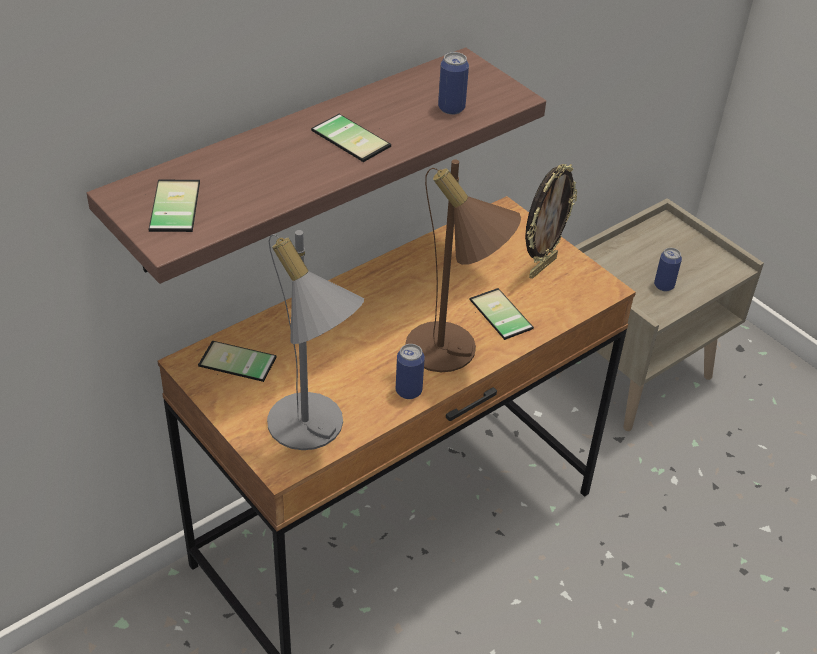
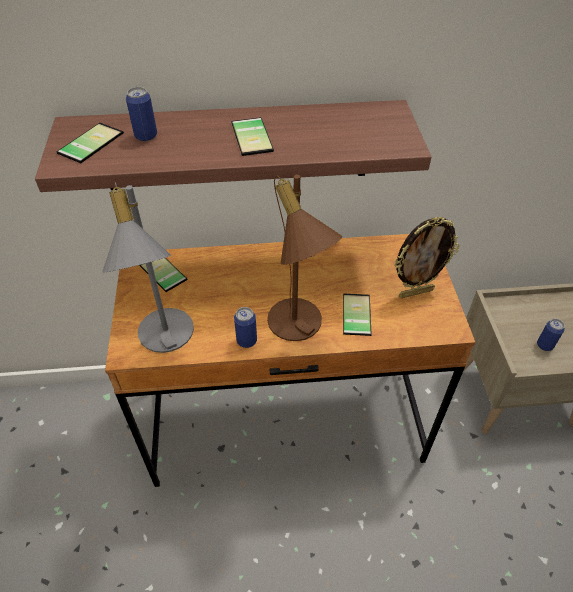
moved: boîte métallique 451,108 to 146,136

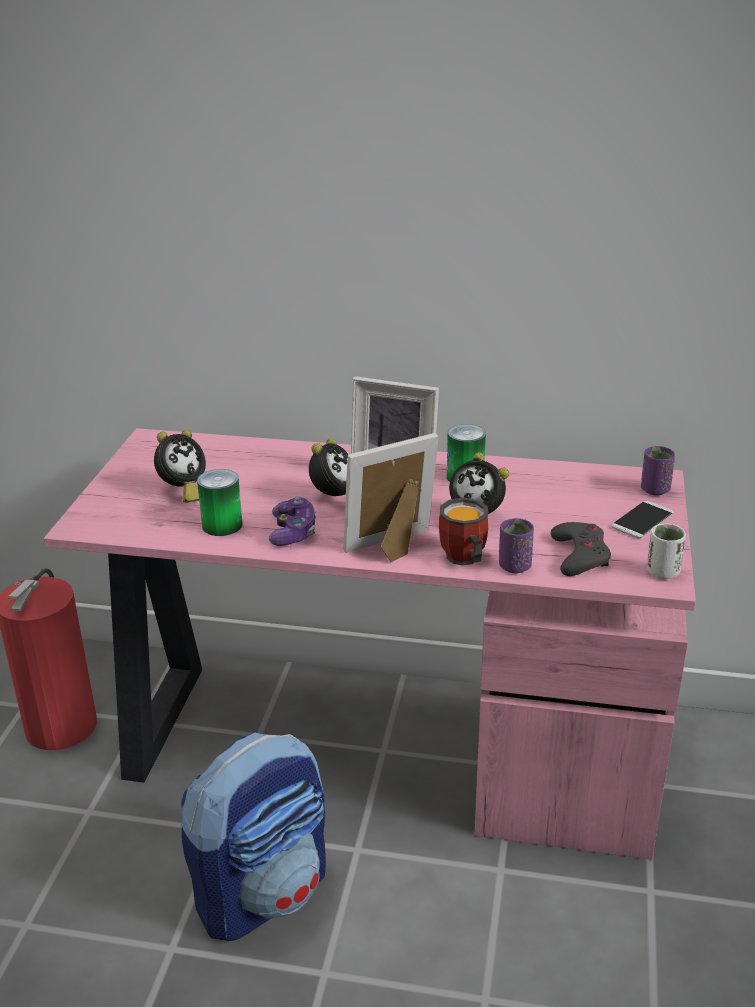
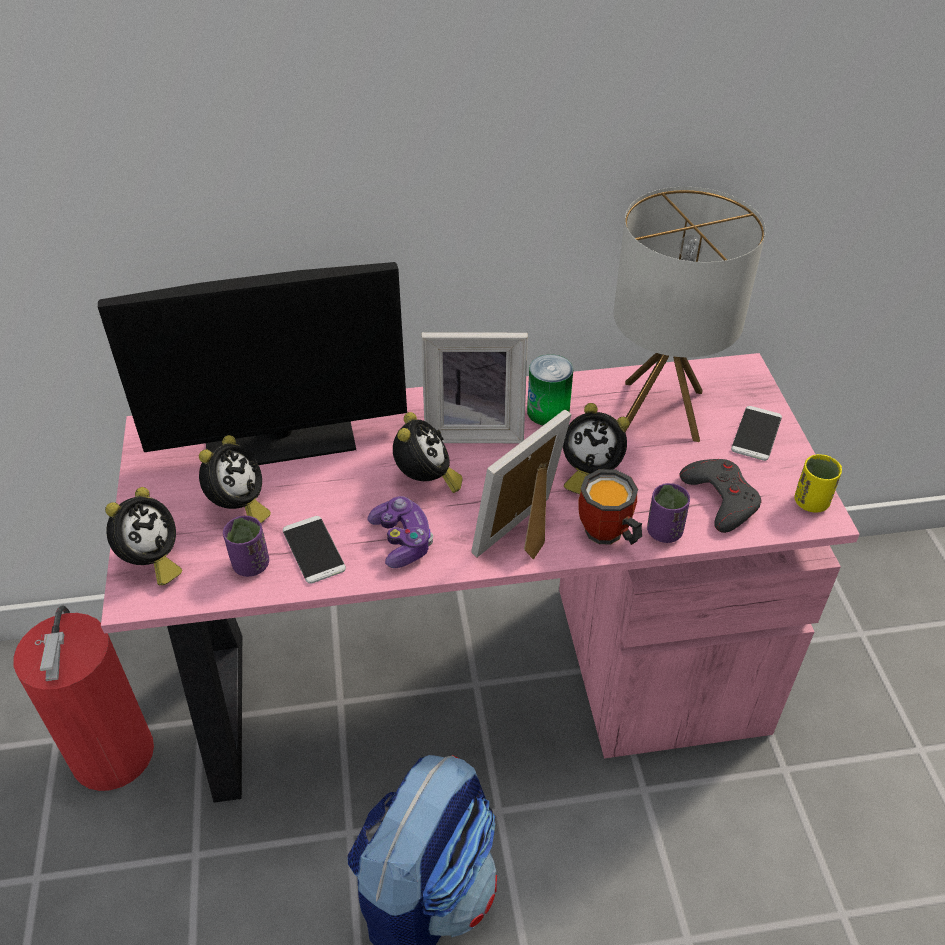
added: lampe de table 661,410; écran d'ordinateur 280,438; réveil 151,562
moved: tasse/violet 655,490 to 251,565
replaced: boîte métallique 222,525 to téléphone 314,550
recoloured: tasse/blanc 662,572 to tasse/jaune 811,502

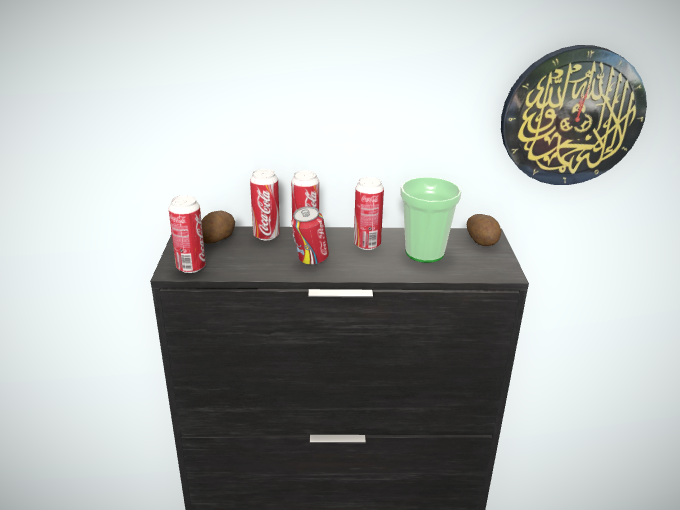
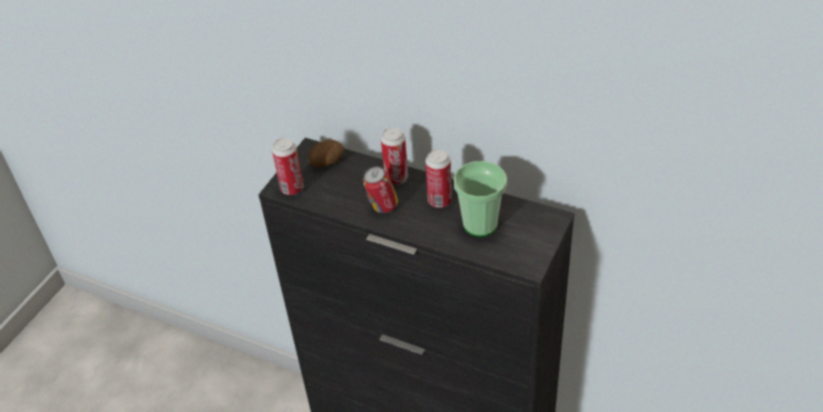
removed: horloge murale 570,116; boîte métallique 266,235; pomme de terre 483,241

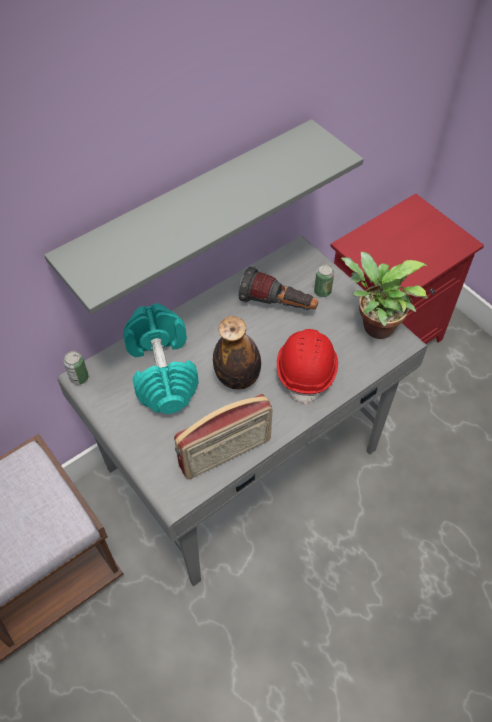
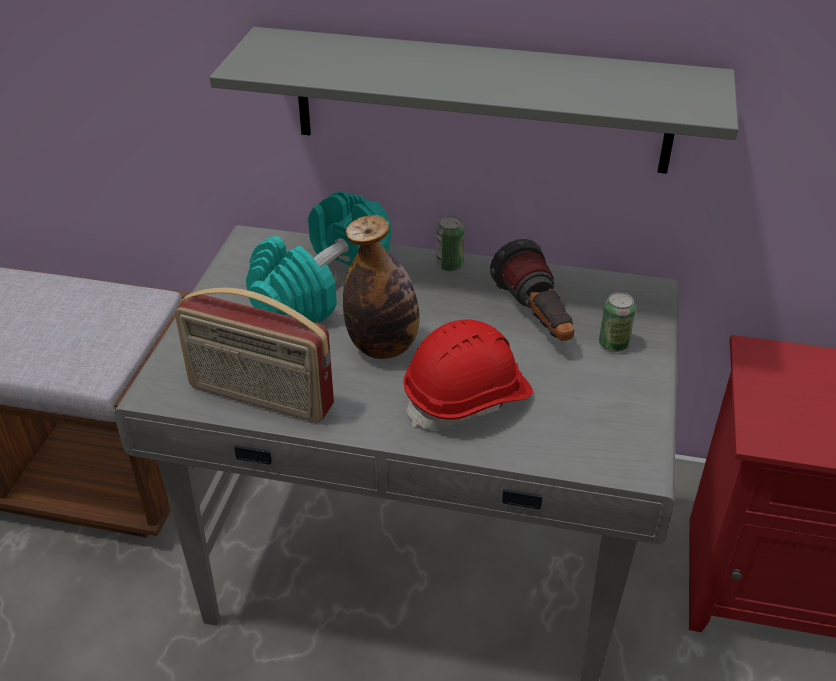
removed: plante en pot 374,327
moved: boîte métallique 79,378 to 449,265

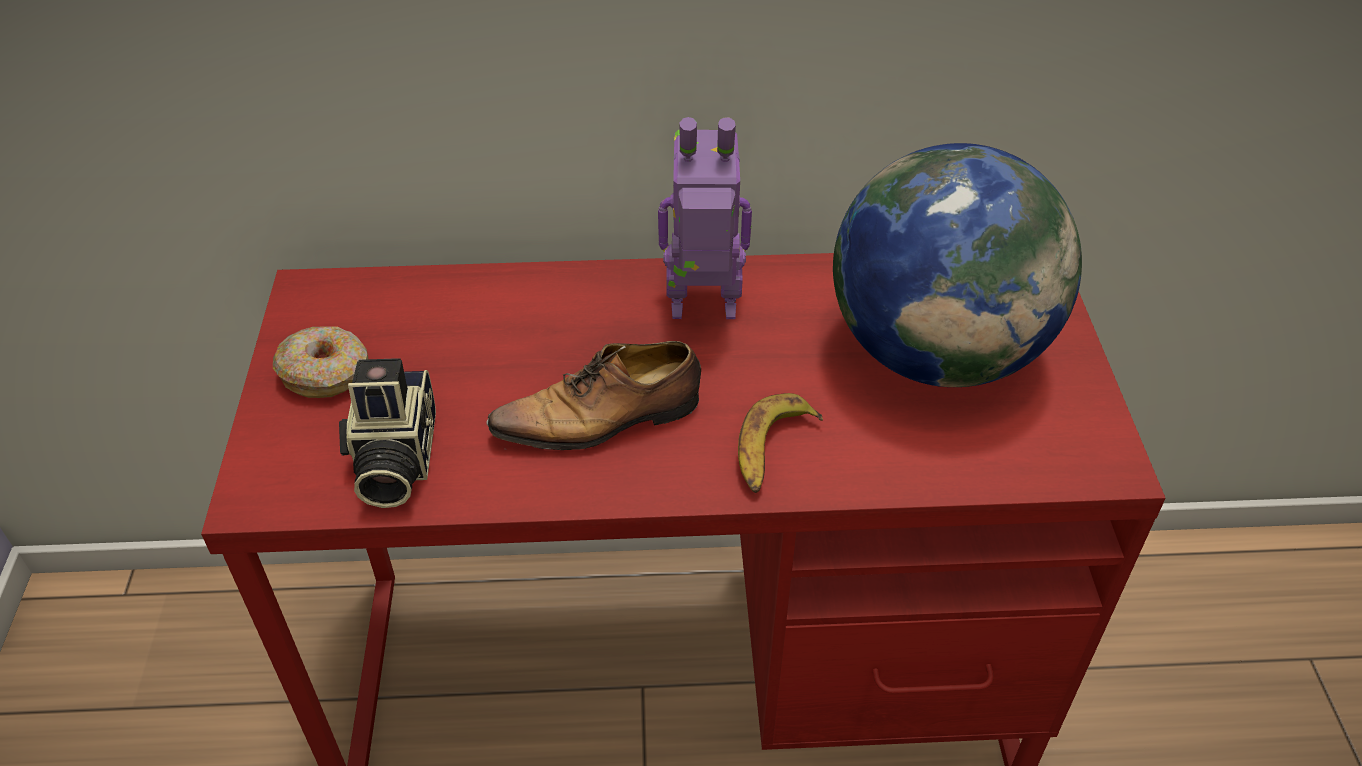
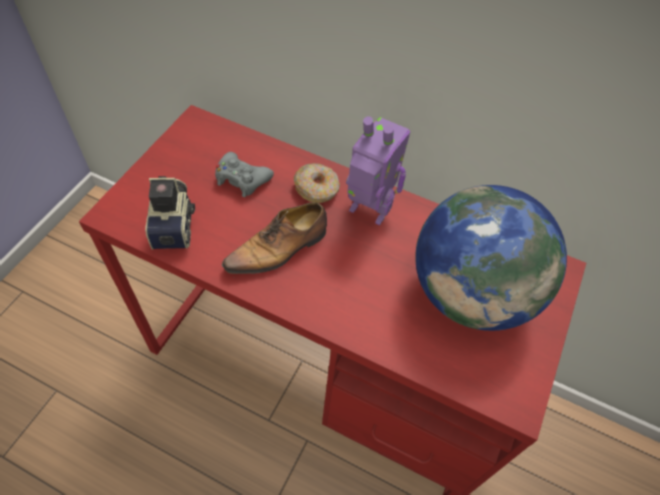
removed: banane 772,450
added: manette/gris 242,179
moved: beignet 326,372 to 317,188
turned: chaussure 603,419 = 279,249 45 degrees counterclockwise; appareil photo 392,460 = 175,224 150 degrees clockwise

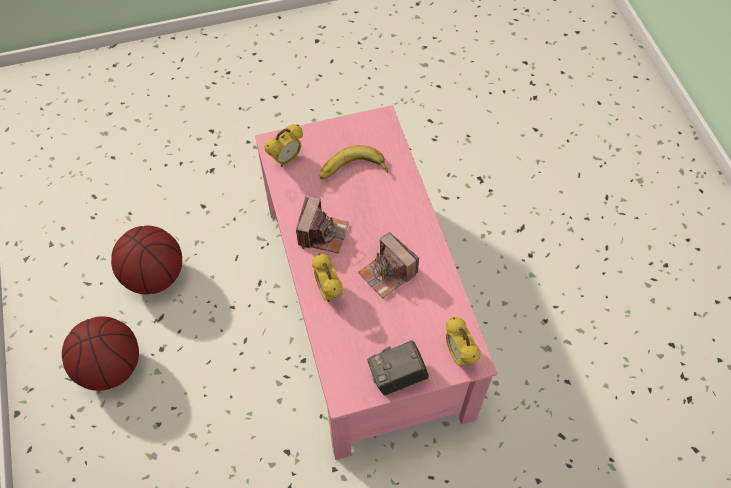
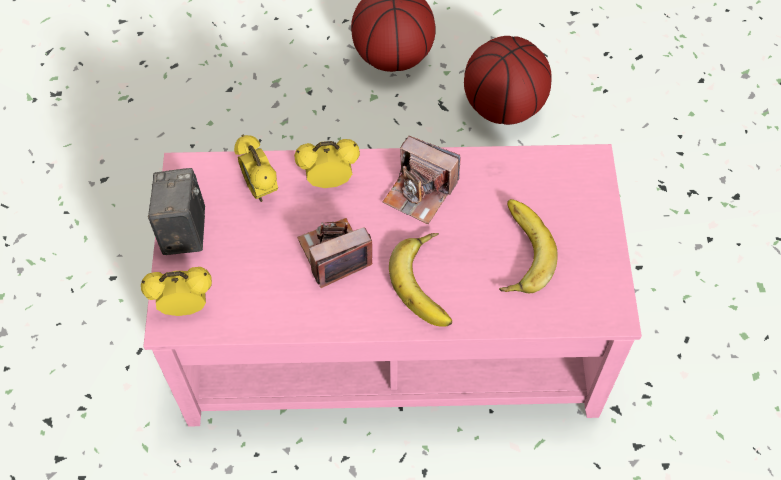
added: banane 430,283
moved: réveil 286,159 to 260,189

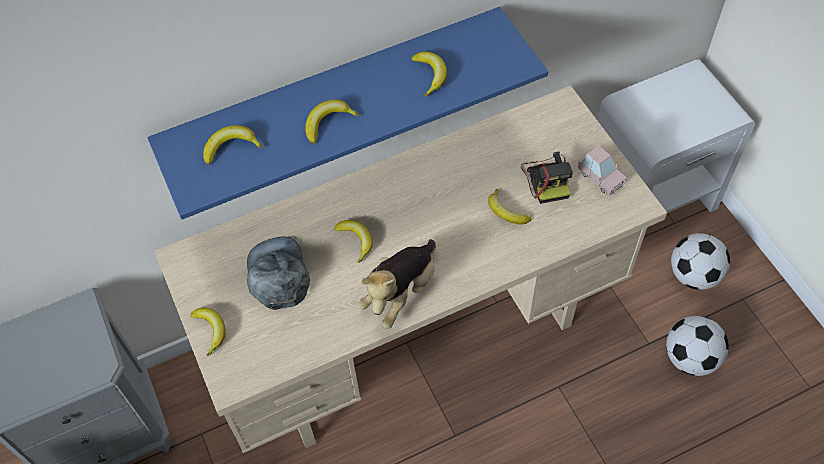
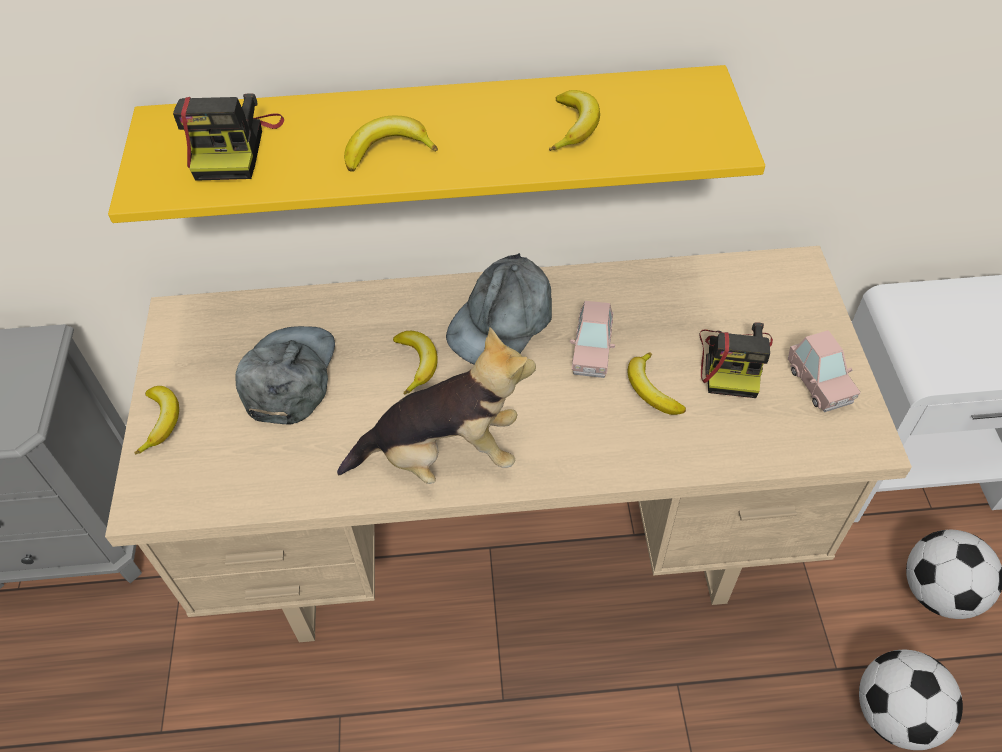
added: casquette/gris 502,321; petite voiture/rose 591,352
replaced: banane 231,147 to appareil photo 234,147
recoloured: étagère/bleu 334,95 to étagère/jaune 438,136
turned: peluche 401,292 = 444,455 150 degrees counterclockwise

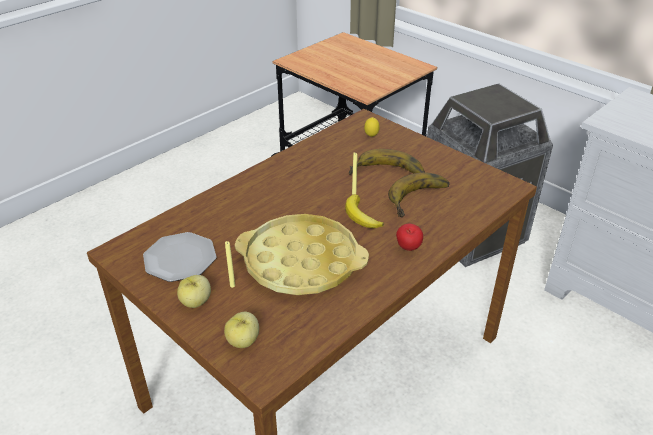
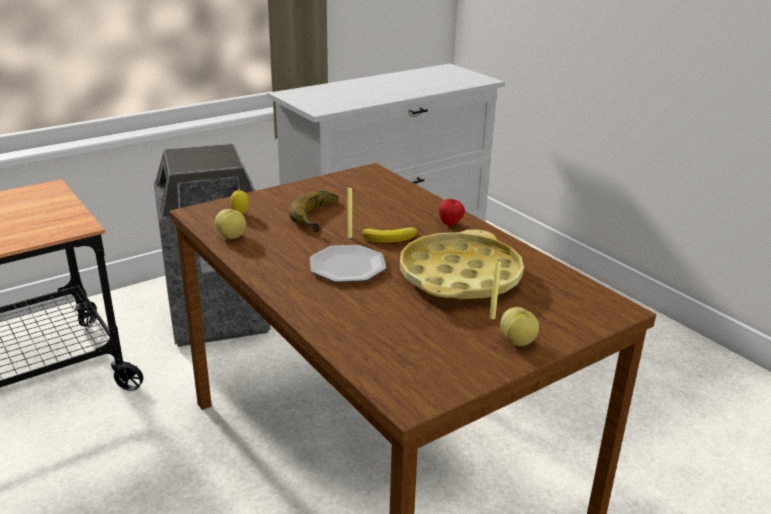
removed: banane 421,200
moved: assiette 179,259 to 348,267; pomme 243,341 to 231,236

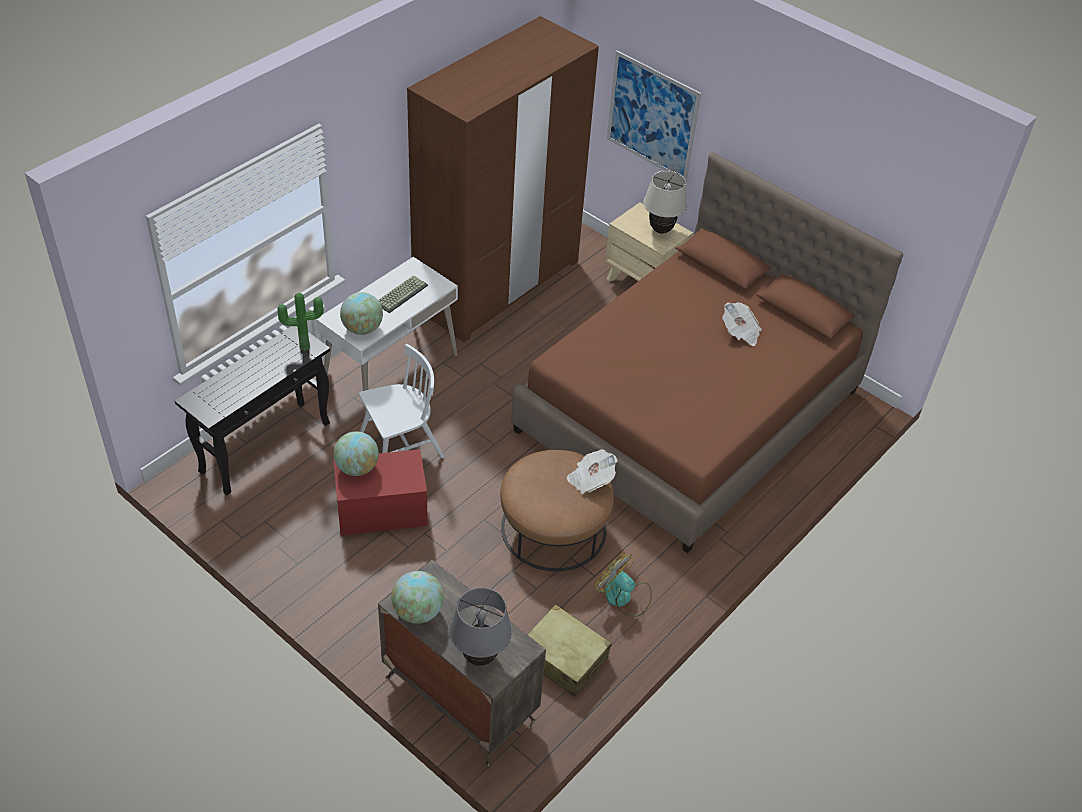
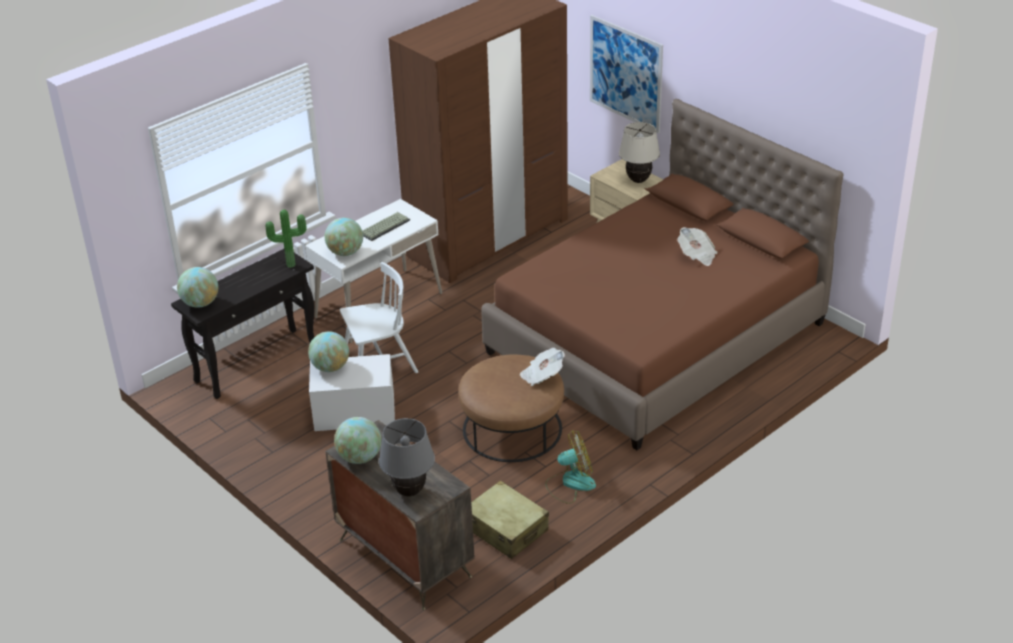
added: globe 200,303
recoloured: boîte de rangement/rouge 381,509 to boîte de rangement/blanc 354,411
turned: ventilateur 623,597 = 570,483 120 degrees clockwise

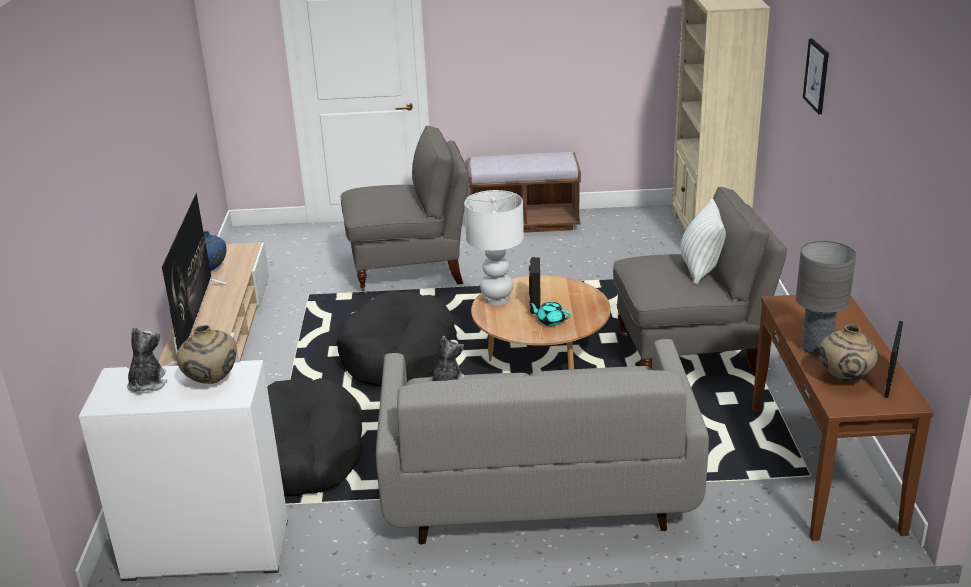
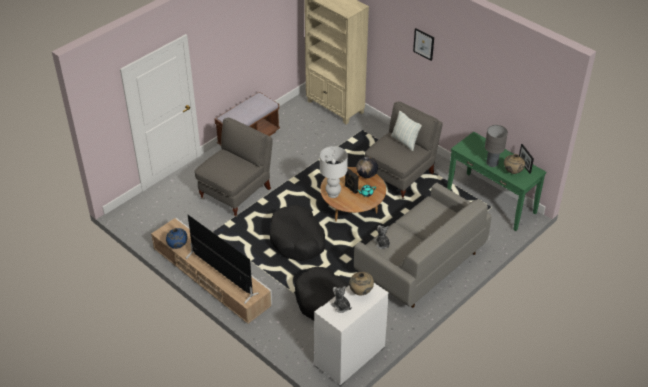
added: globe 366,175
recoloured: table console/marron 824,466 to table console/vert 491,201

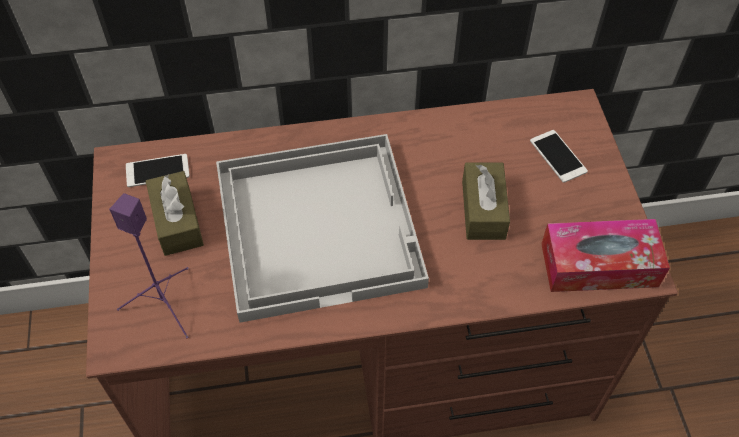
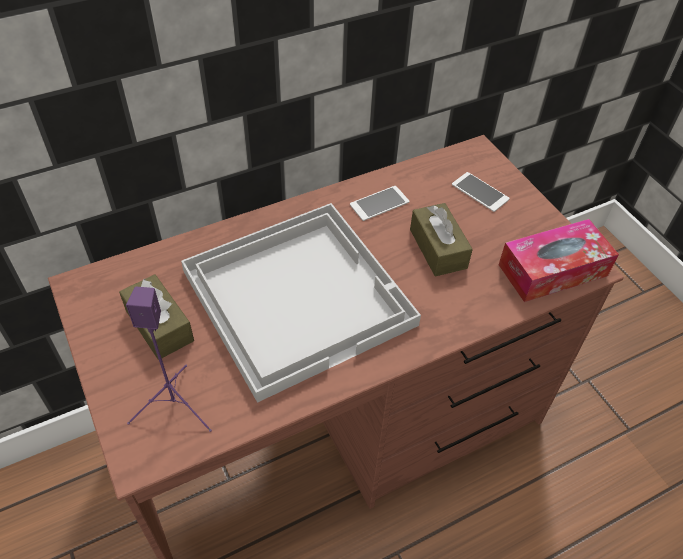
moved: téléphone 157,171 to 379,203

